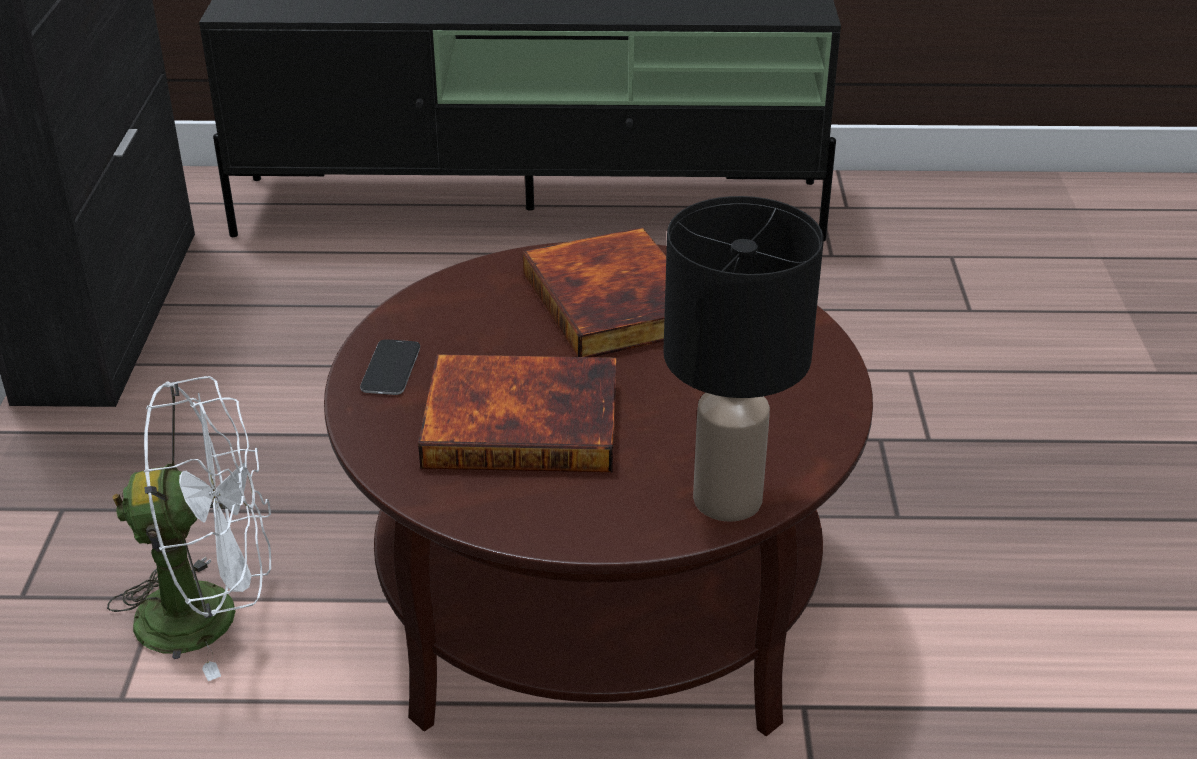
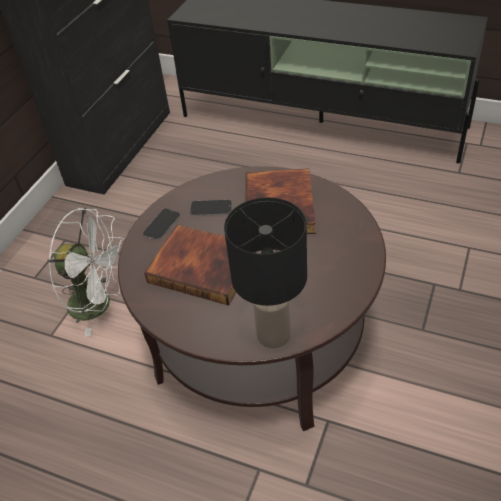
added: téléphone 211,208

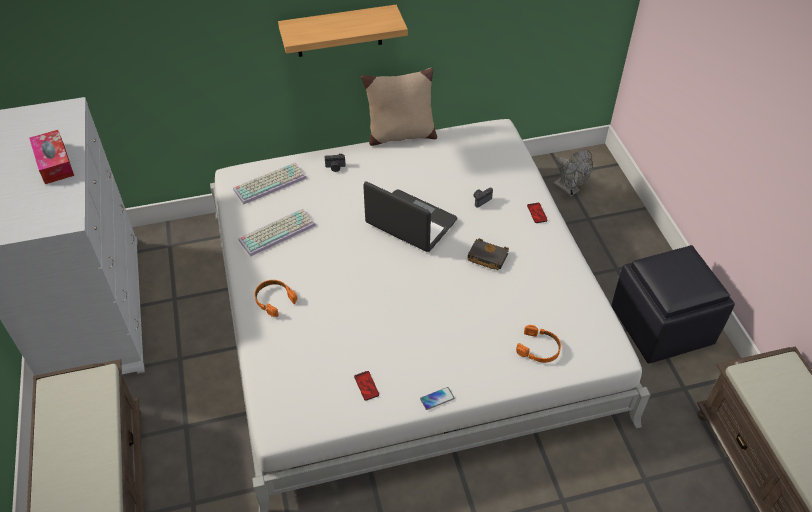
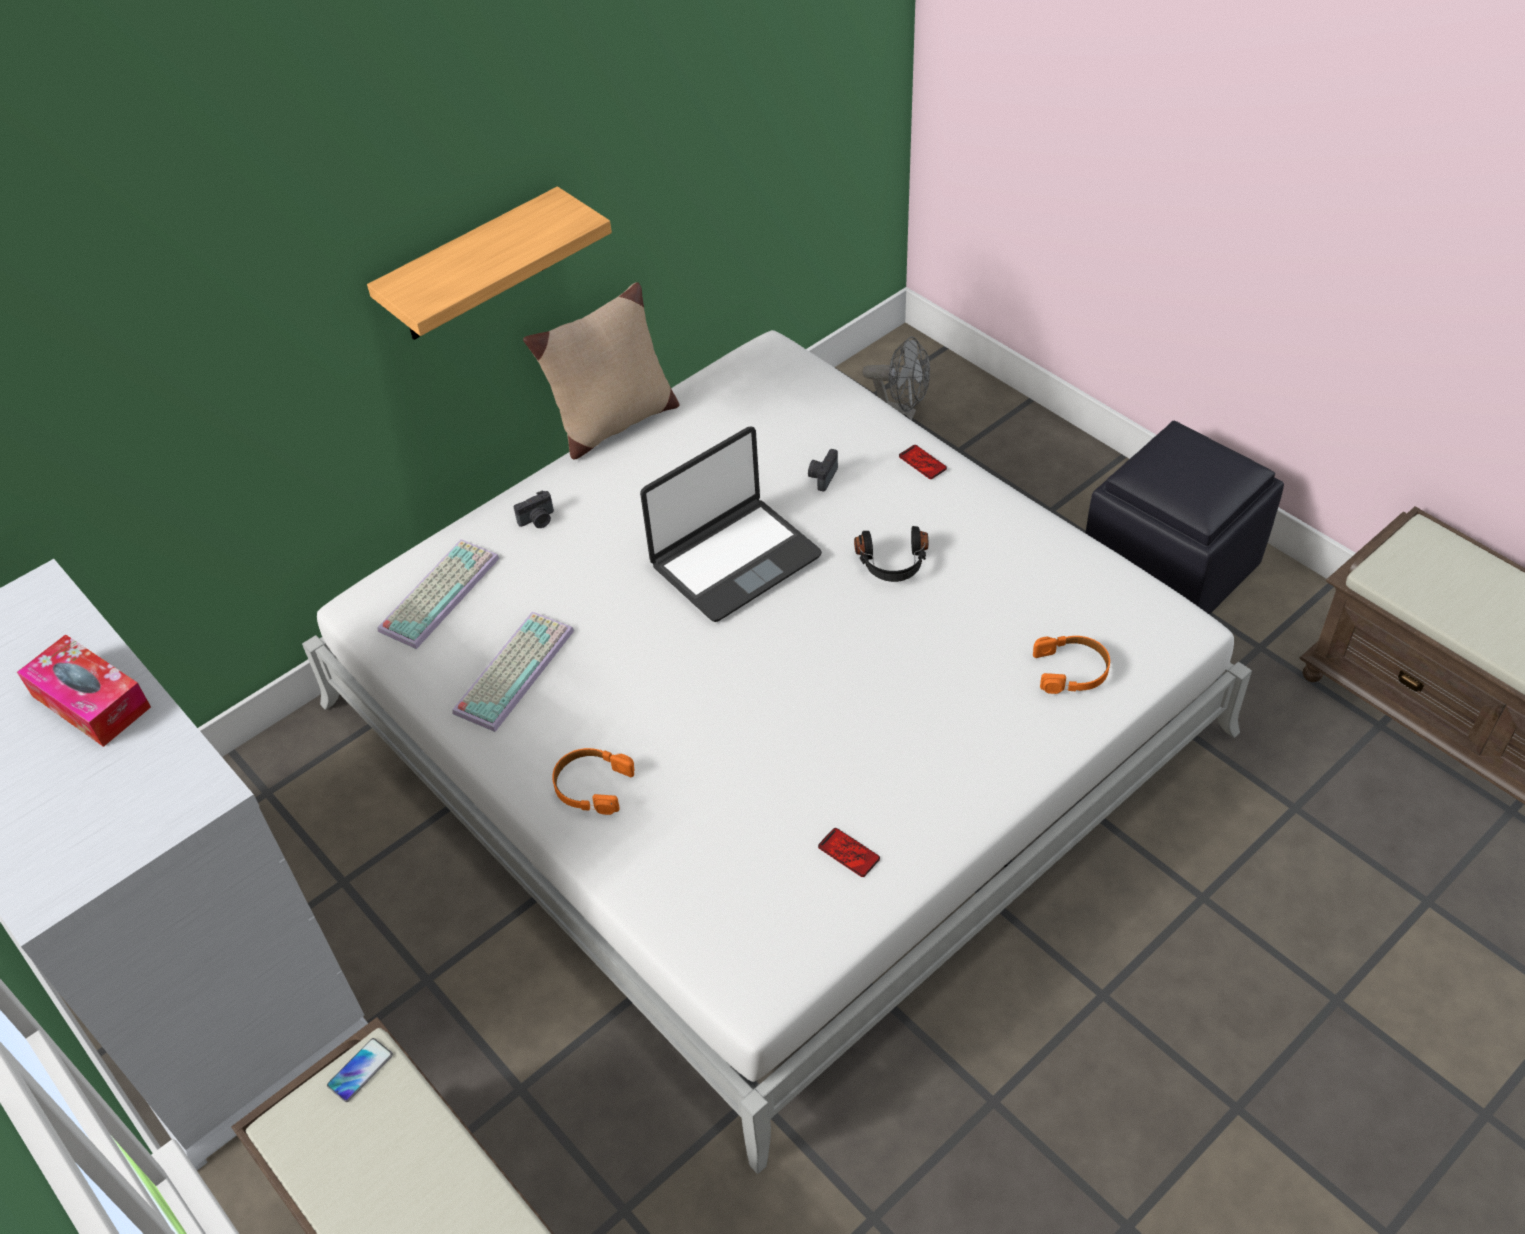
moved: téléphone 437,398 to 360,1070
replaced: livre/noir 486,257 to casque audio/noir 893,564
turned: ordinateur portable 410,223 = 734,560 135 degrees clockwise

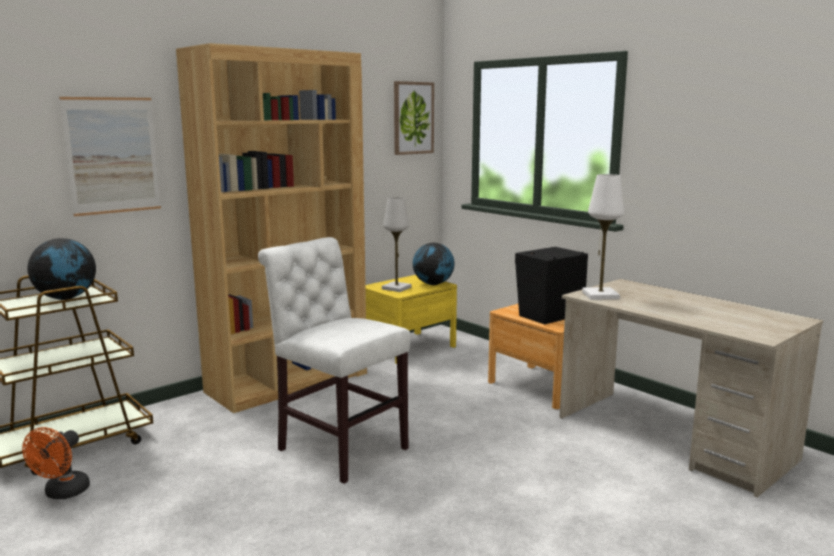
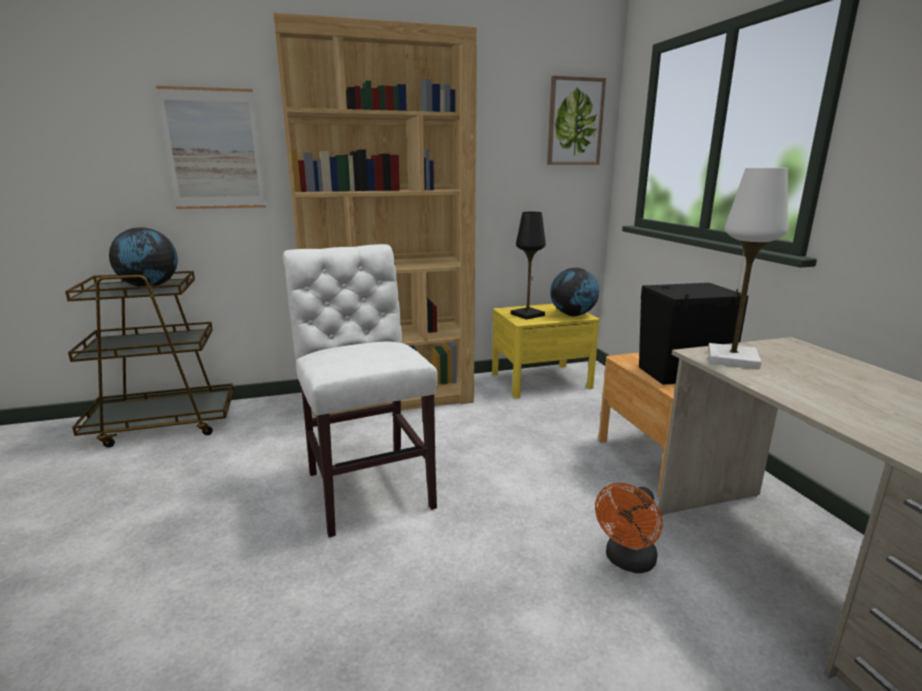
moved: ventilateur/orange 62,493 to 627,561
recoloured: lampe de table/blanc 396,288 to lampe de table/noir 527,315

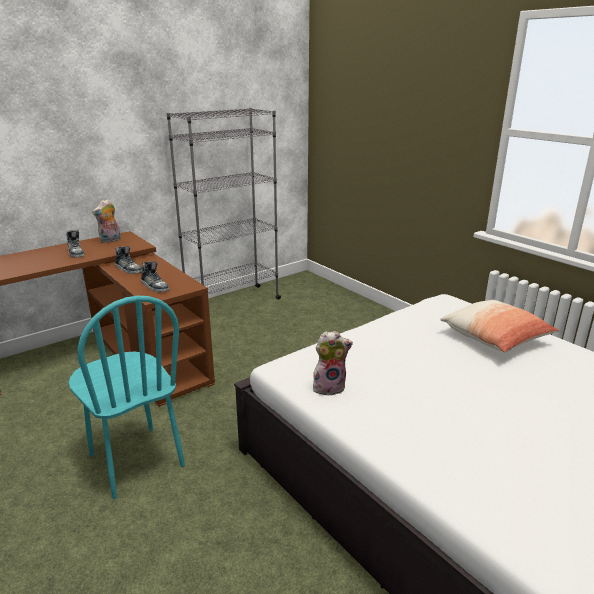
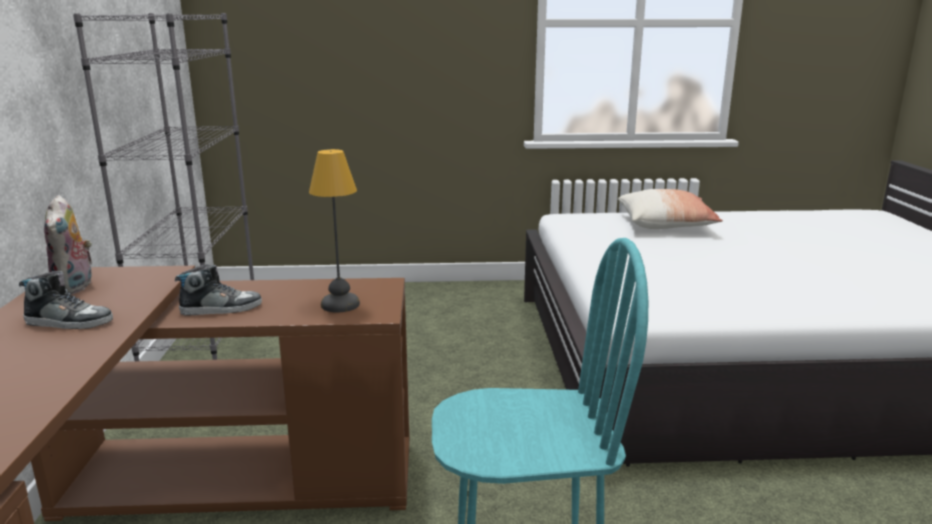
removed: peluche 329,387
replaced: chaussure 155,286 to lampe de table 339,304

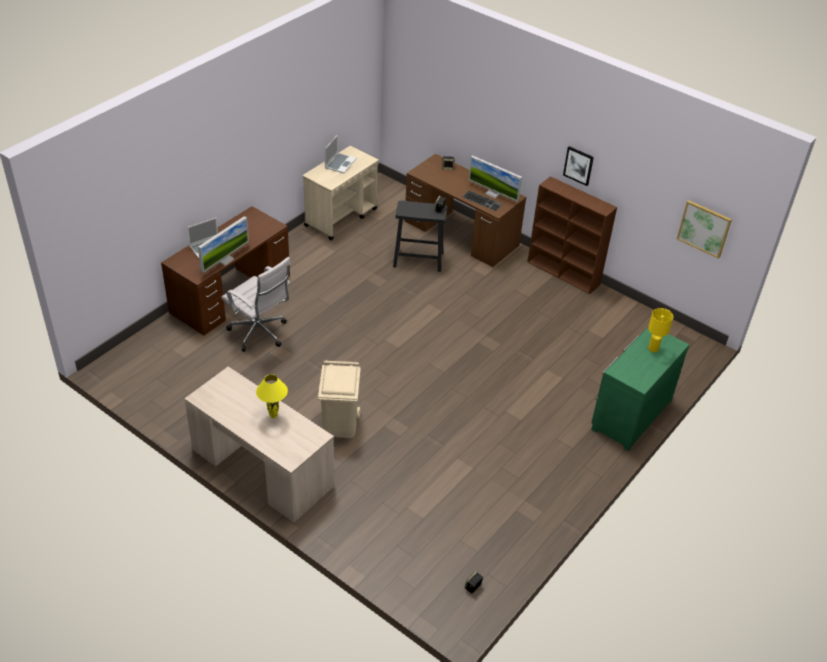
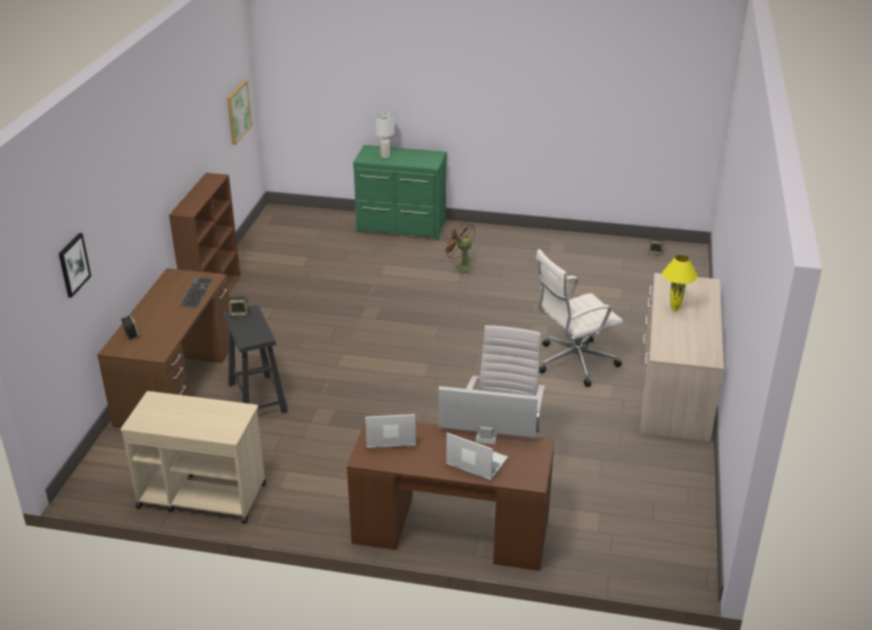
removed: écran d'ordinateur 493,194
added: ventilateur/marron 460,266
moved: ordinateur portable 340,163 to 389,436; tableau 578,165 to 73,265
replaced: poubelle/beige 340,425 to chaise de bureau/blanc 573,362
recoloured: lampe de table/jaune 653,348 to lampe de table/blanc 385,156

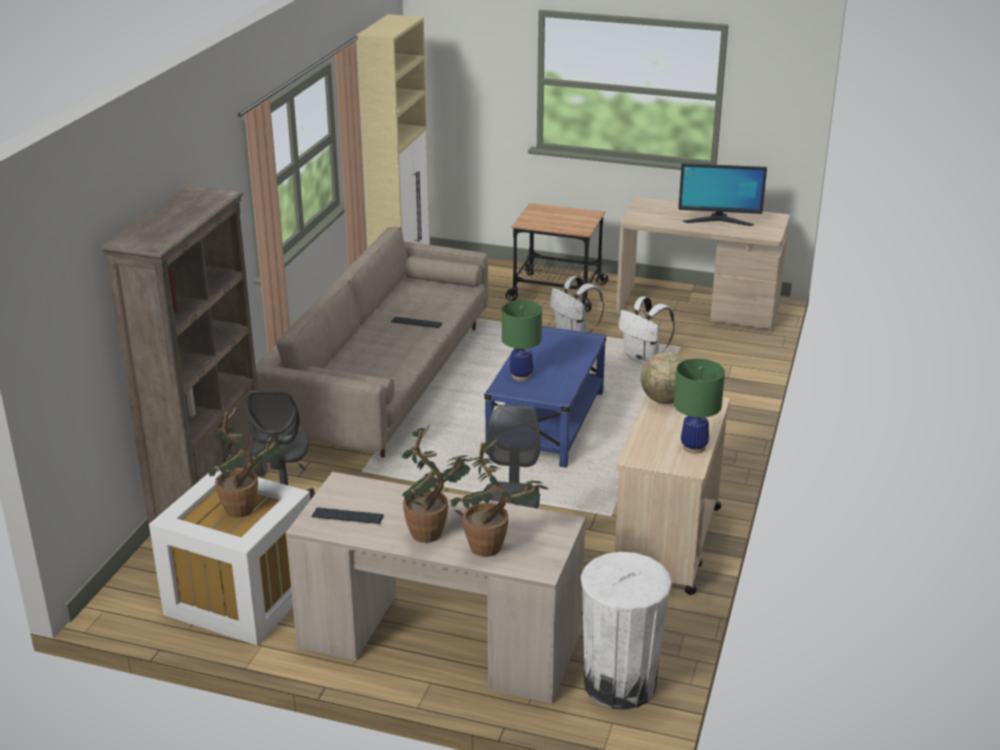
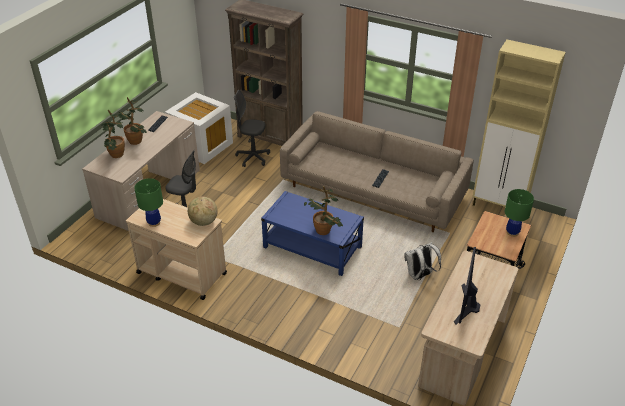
removed: sac à dos/blanc 643,358; poubelle/blanc 619,684
moved: lampe de table/vert 521,376 to 512,232; plante en pot 247,507 to 324,233

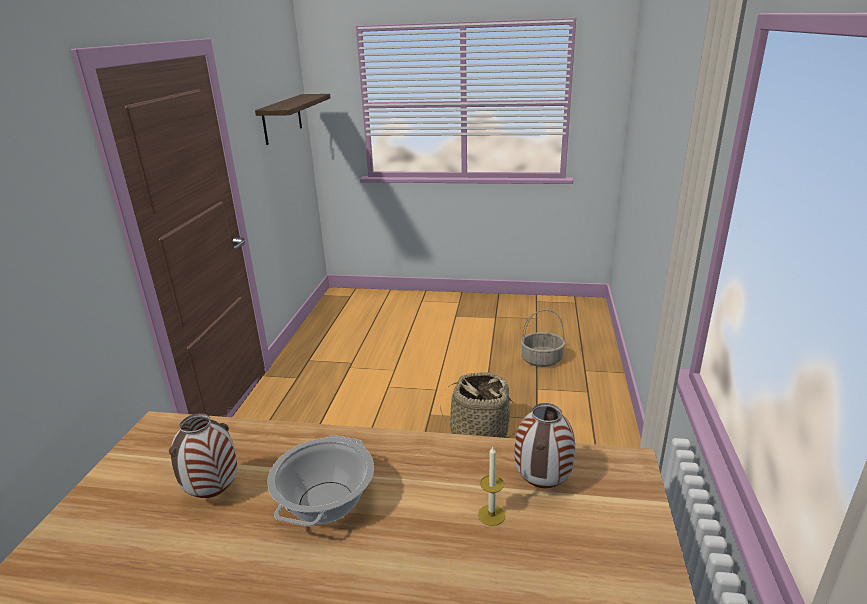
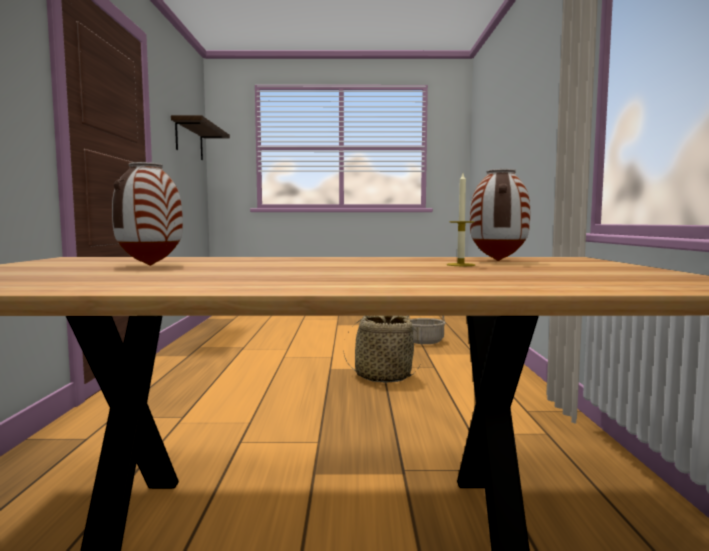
removed: marmite 326,503

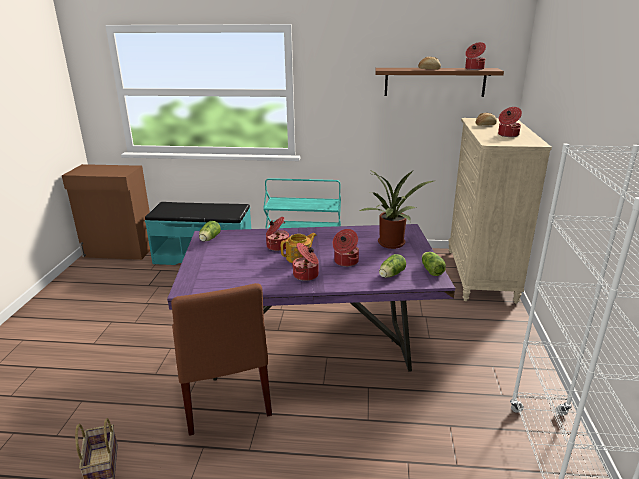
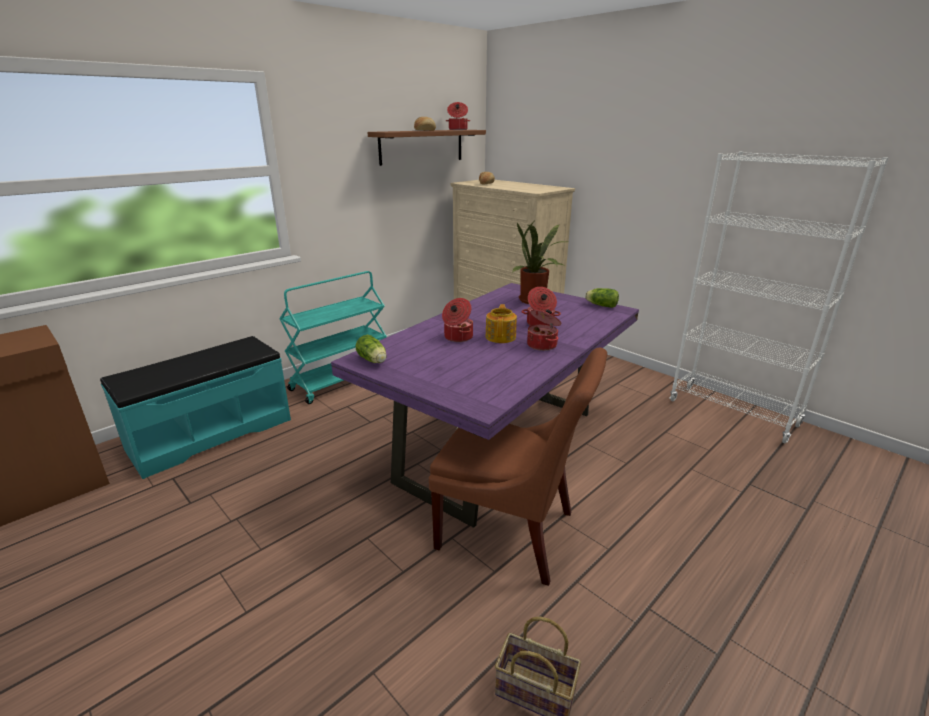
removed: marmite 507,135; laitue 390,275

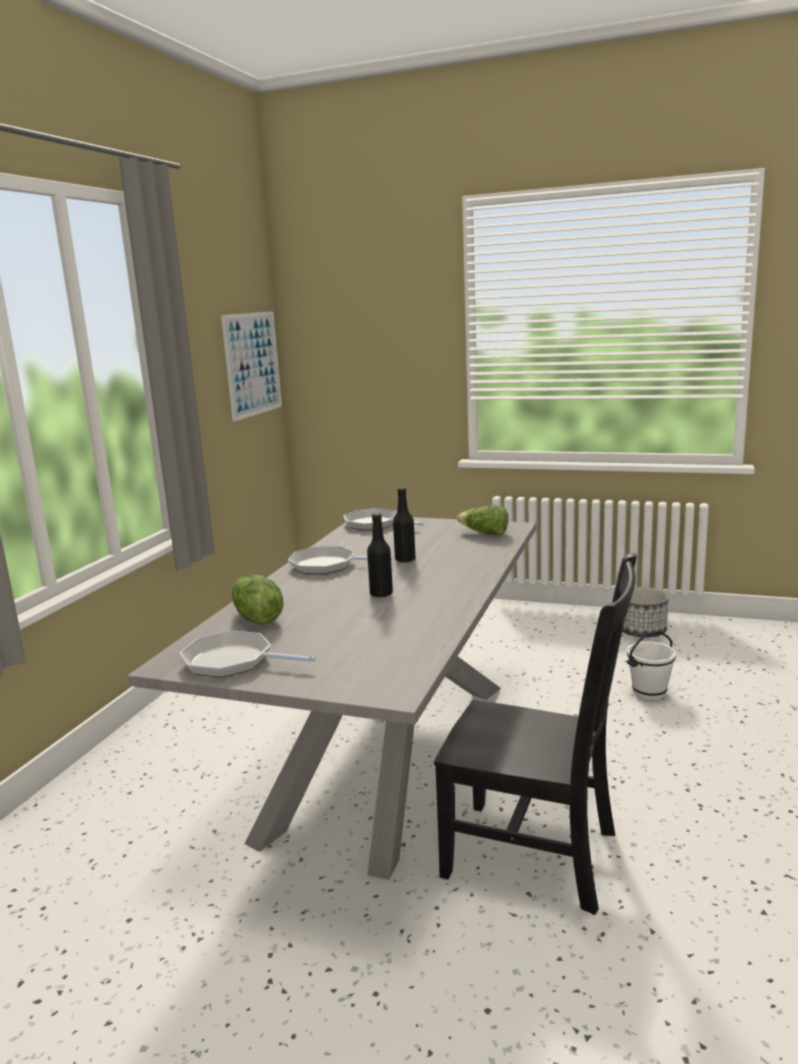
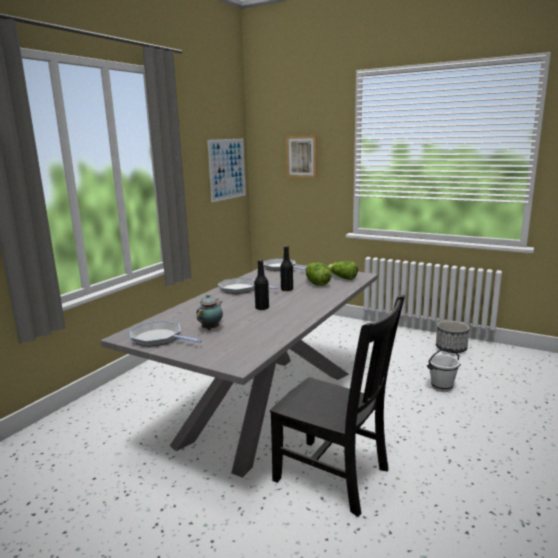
added: tableau 302,156; théière 211,328
moved: laitue 257,619 to 317,284

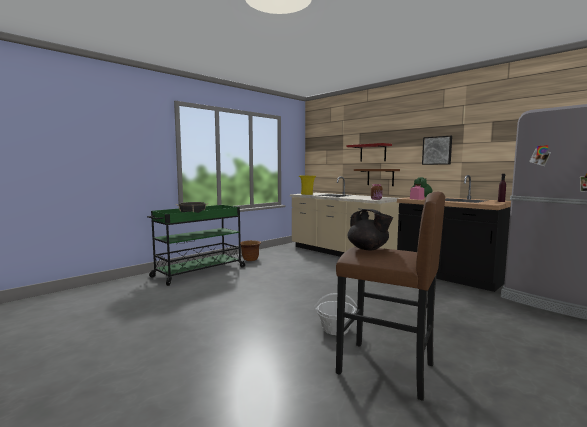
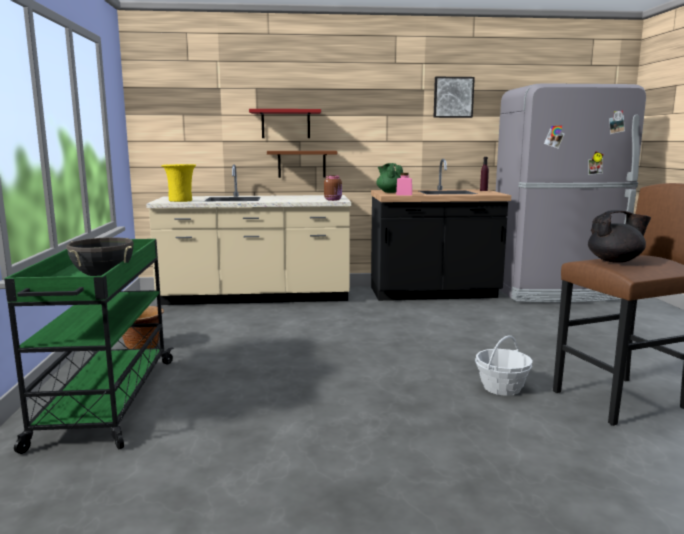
moved: tableau 437,150 to 453,97

